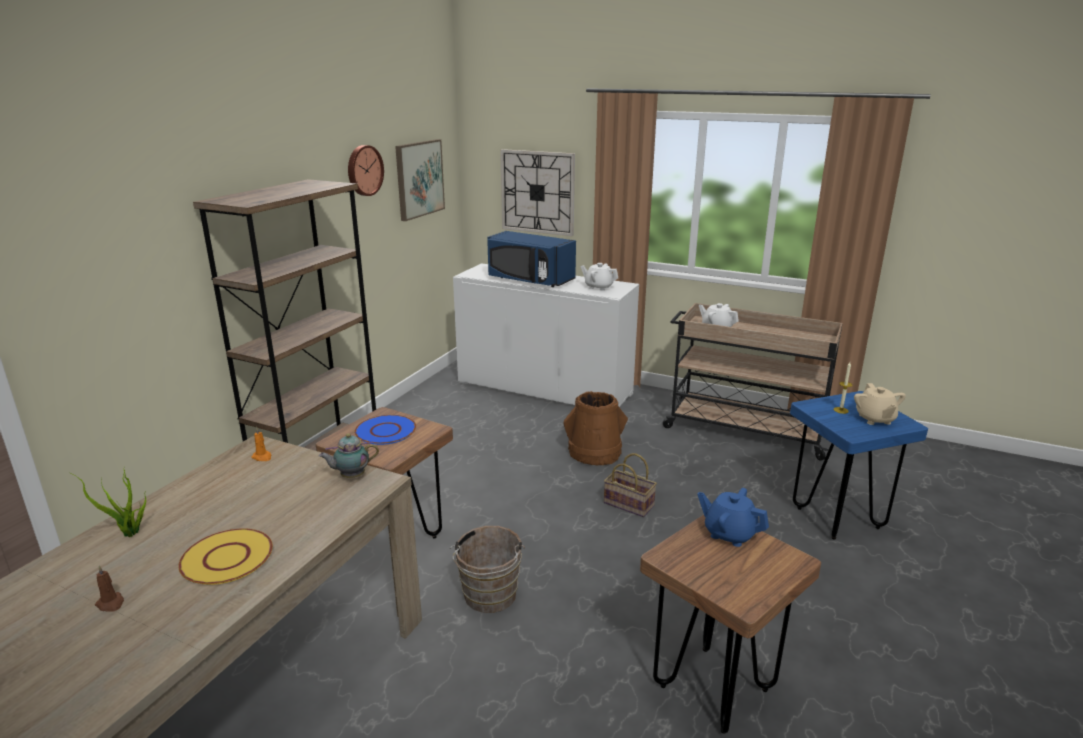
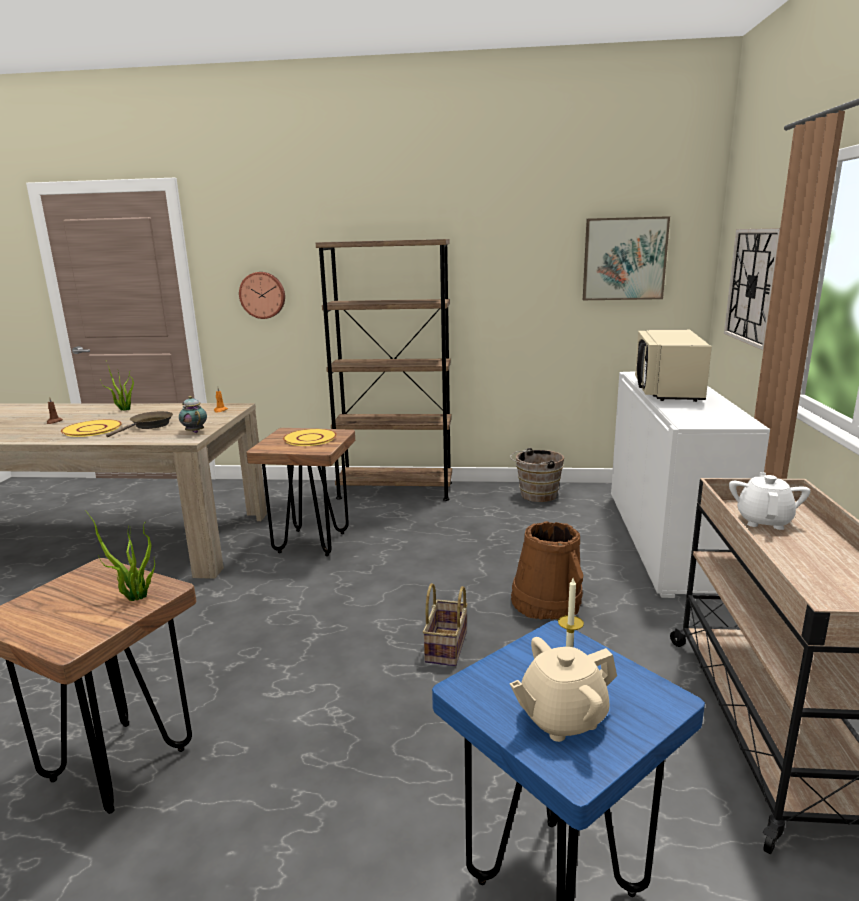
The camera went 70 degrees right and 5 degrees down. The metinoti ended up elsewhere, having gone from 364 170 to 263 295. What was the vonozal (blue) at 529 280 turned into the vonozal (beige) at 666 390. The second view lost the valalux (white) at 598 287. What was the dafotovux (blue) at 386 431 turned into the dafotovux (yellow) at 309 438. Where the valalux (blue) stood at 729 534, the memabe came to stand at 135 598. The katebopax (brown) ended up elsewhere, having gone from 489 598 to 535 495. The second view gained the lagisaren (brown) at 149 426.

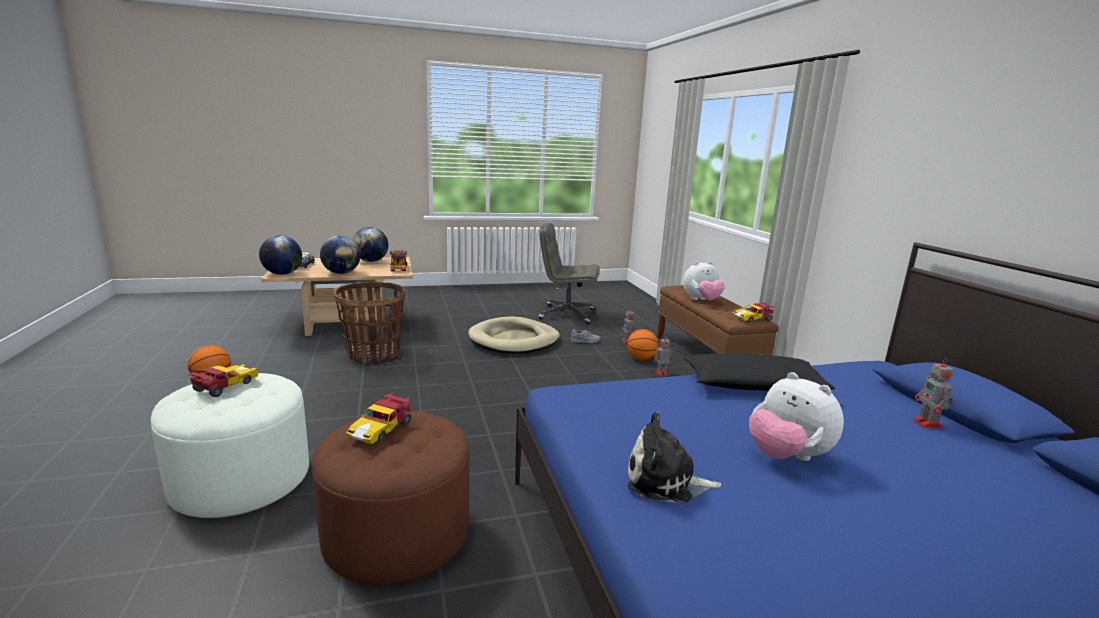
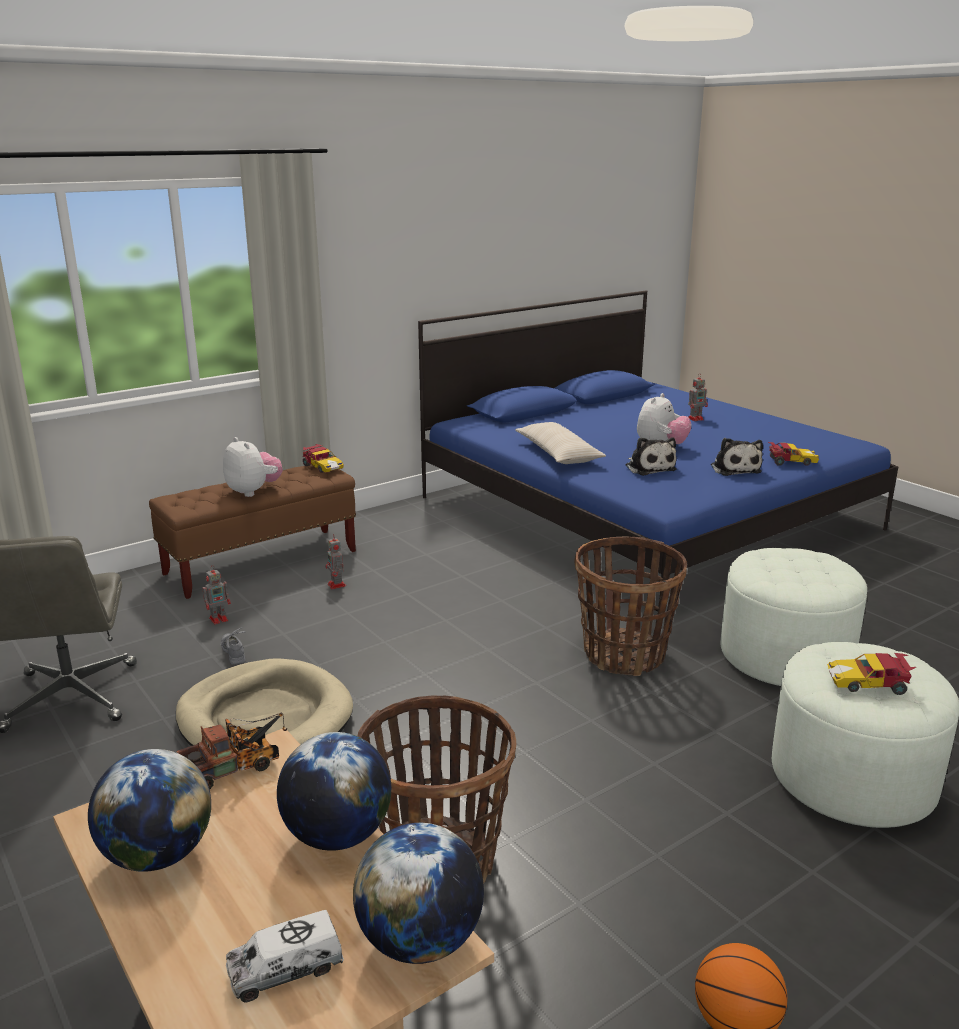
The camera went 110 degrees left and 5 degrees up. The second view lost the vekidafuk at 641 359. What was the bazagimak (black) at 753 386 turned into the bazagimak (beige) at 558 454. The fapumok ended up elsewhere, having gone from 928 424 to 696 419. The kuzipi ended up elsewhere, having gone from 381 429 to 790 462. What was the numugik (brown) at 396 533 turned into the numugik (white) at 785 656. The second view gained the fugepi at 649 468. The second view gained the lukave at 624 655.

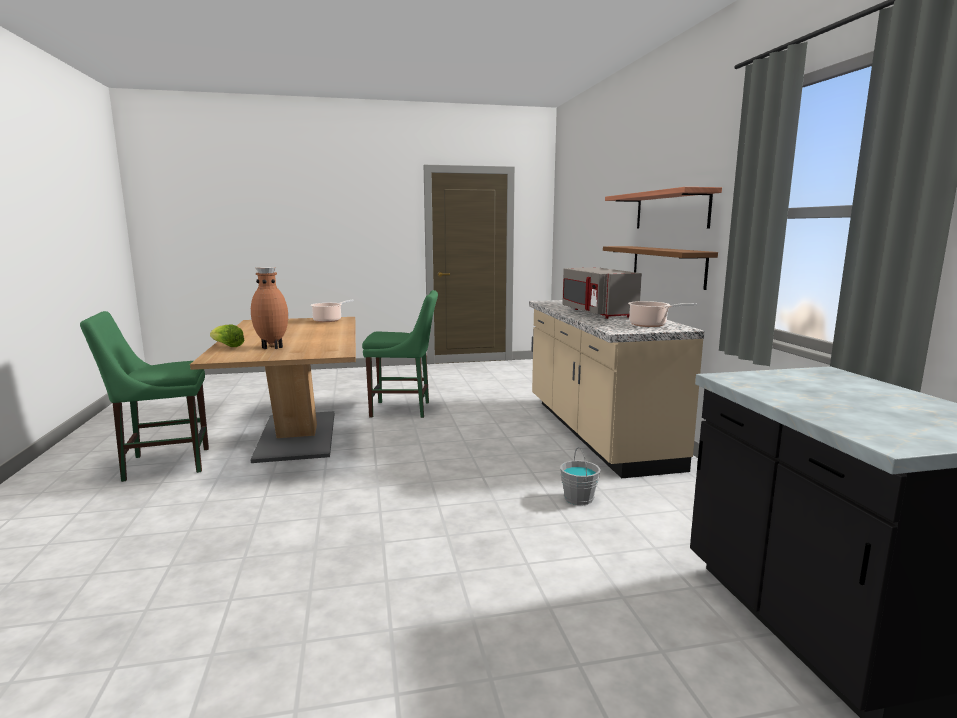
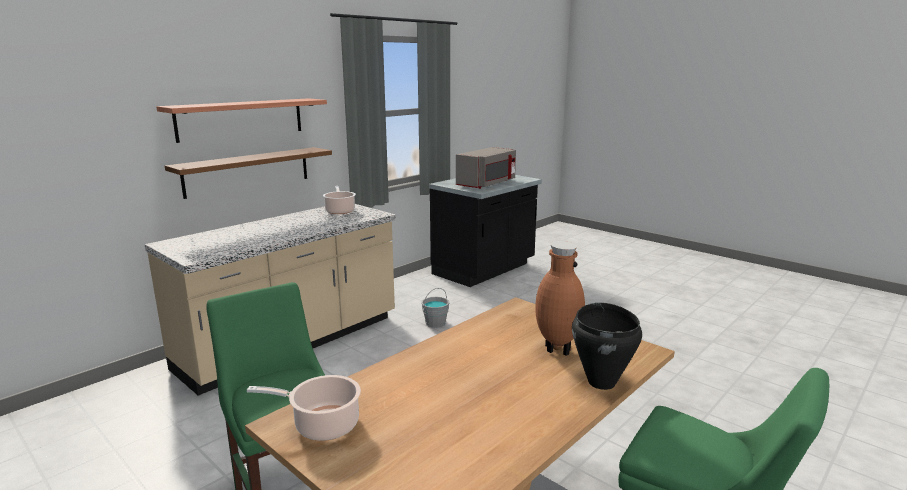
The camera went 125 degrees left and 5 degrees up. The vonozal (grey) ended up elsewhere, having gone from 596 313 to 487 184. Where the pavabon stood at 227 346, the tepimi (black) came to stand at 602 382.

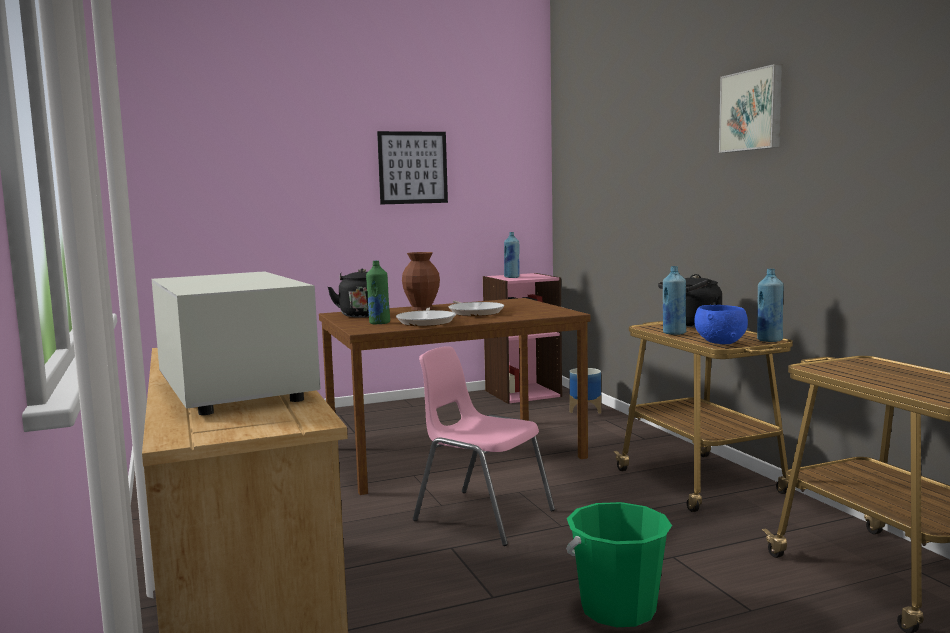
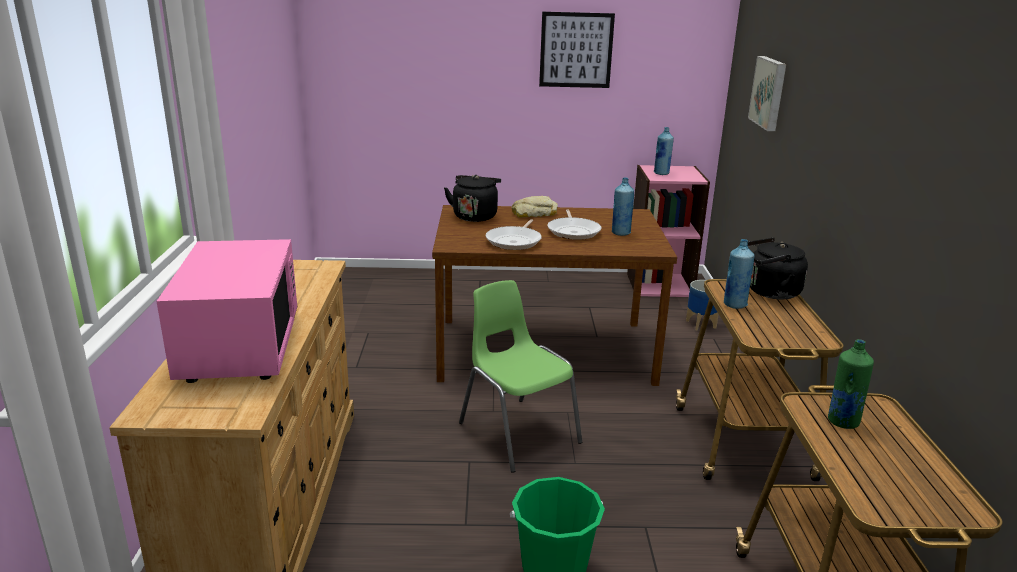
The camera went 20 degrees right and 15 degrees up. The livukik ended up elsewhere, having gone from 752 110 to 770 92. Where the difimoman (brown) stood at 421 308, the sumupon came to stand at 534 213. The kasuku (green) ended up elsewhere, having gone from 379 323 to 842 421. The kasuku (blue) ended up elsewhere, having gone from 769 340 to 620 233. What was the vonozal (white) at 233 389 turned into the vonozal (pink) at 240 347. The second view lost the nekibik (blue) at 721 342. What was the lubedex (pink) at 482 515 turned into the lubedex (green) at 517 432.

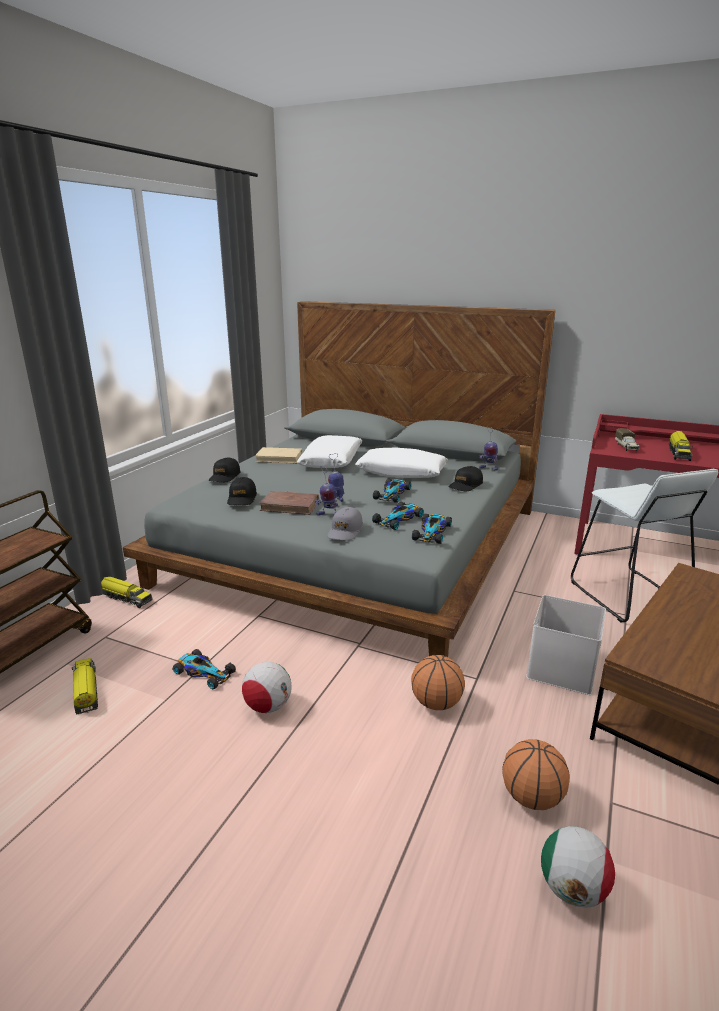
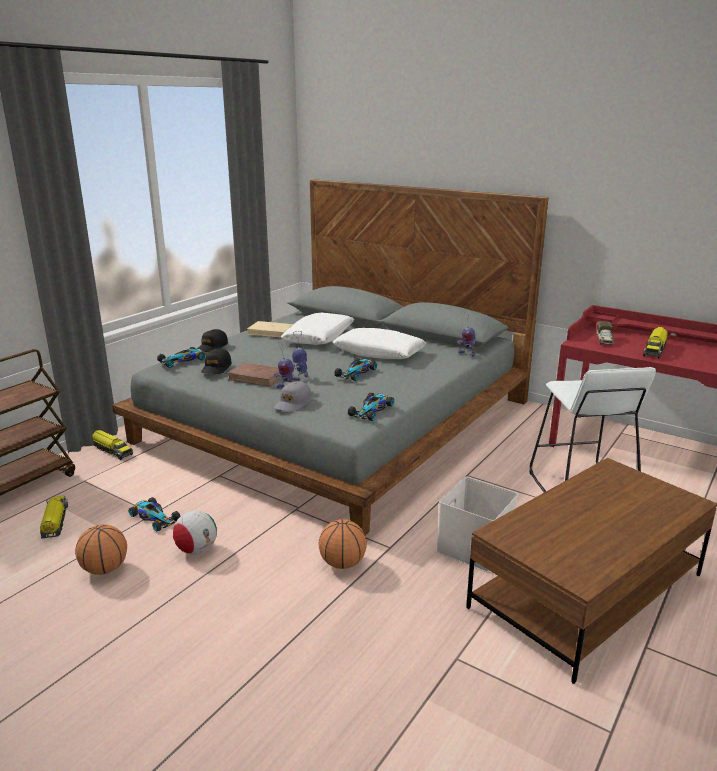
The camera went 10 degrees right and 0 degrees up. The second view lost the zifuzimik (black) at 465 485. The kuzipi ended up elsewhere, having gone from 399 519 to 182 360. The vekidafuk ended up elsewhere, having gone from 532 797 to 105 569. The second view lost the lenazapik at 572 889.

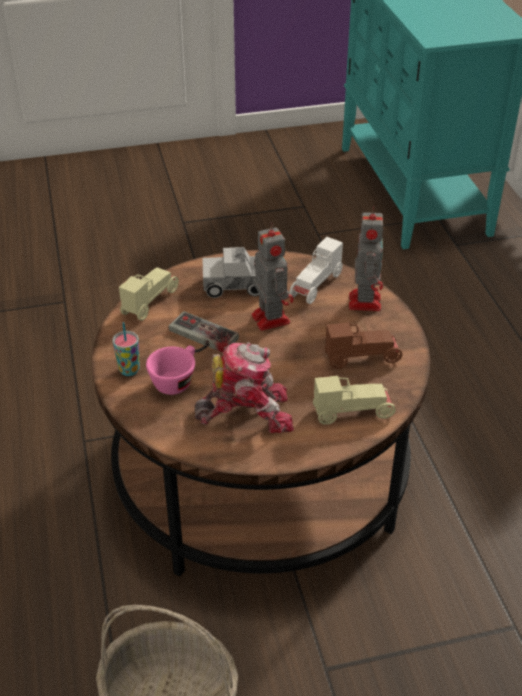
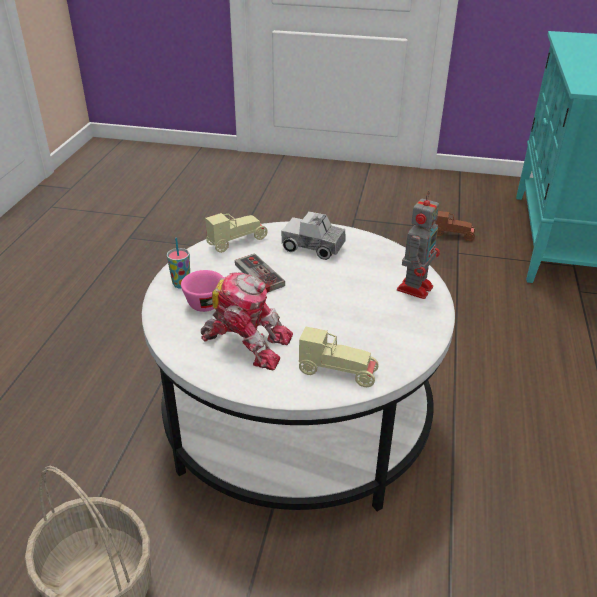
The camera went 25 degrees right and 5 degrees down. The second view lost the fapumok at 269 317. The second view lost the kuzipi (white) at 316 286. What was the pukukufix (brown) at 260 470 turned into the pukukufix (white) at 297 416. The kuzipi (brown) ended up elsewhere, having gone from 362 358 to 453 235.

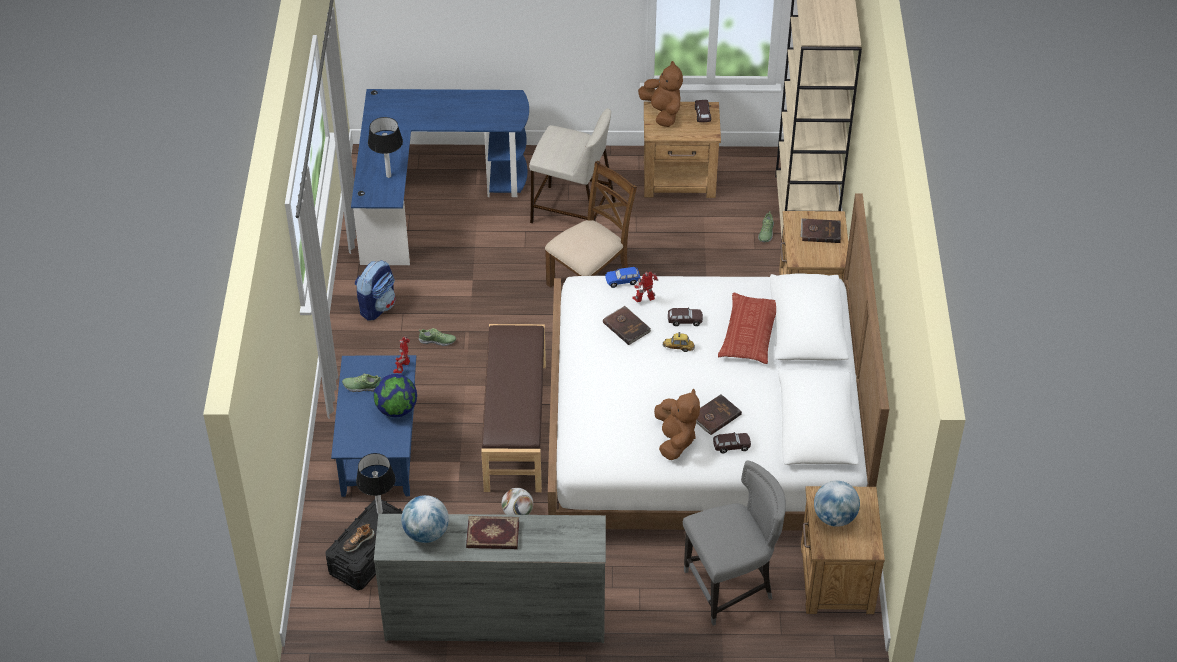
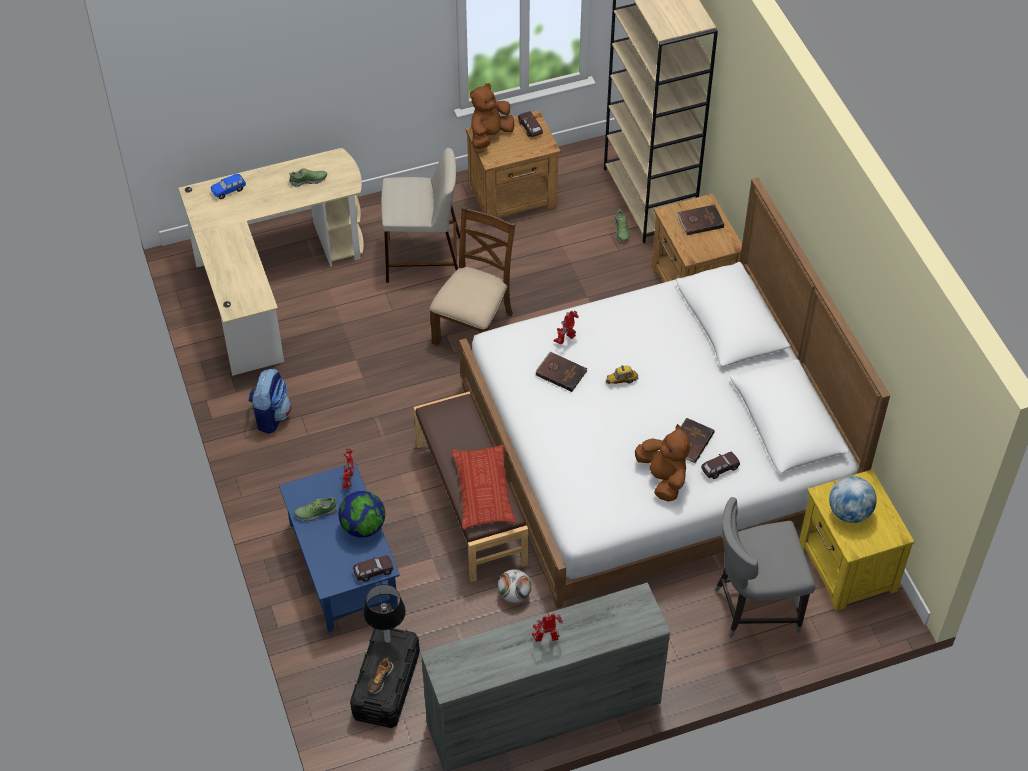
The camera went 20 degrees left and 5 degrees up. The fugepi (brown) at 662 112 ended up facing another way, 90 degrees counterclockwise from before. What was the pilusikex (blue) at 428 196 turned into the pilusikex (beige) at 269 281. The second view lost the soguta at 388 175. The kuzipi (blue) ended up elsewhere, having gone from 622 281 to 229 190. The bazagimak ended up elsewhere, having gone from 749 333 to 483 491. The kuzipi (brown) ended up elsewhere, having gone from 685 320 to 373 571. The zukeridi ended up elsewhere, having gone from 437 341 to 308 180. The lubedex (grey) at 731 587 ended up facing another way, 150 degrees counterclockwise from before. What was the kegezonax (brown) at 835 580 turned into the kegezonax (yellow) at 847 568. The second view lost the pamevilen at 426 533. Where the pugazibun stood at 492 535, the fapumok came to stand at 547 639.

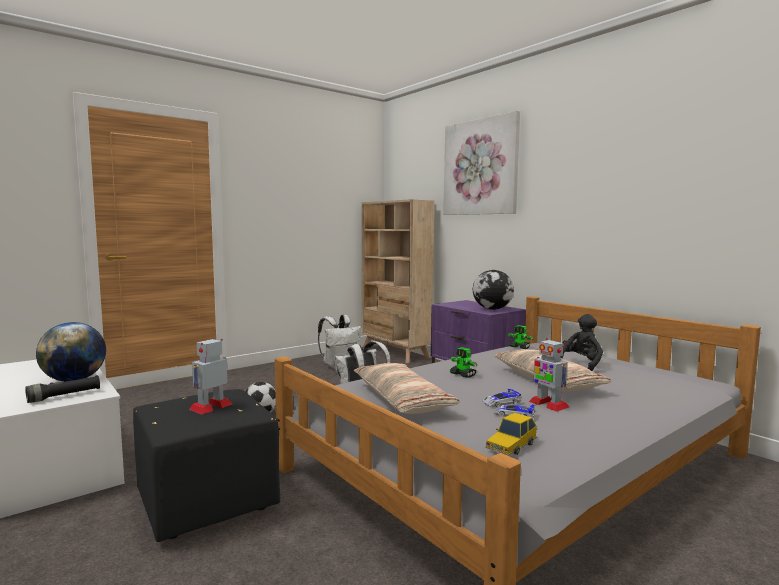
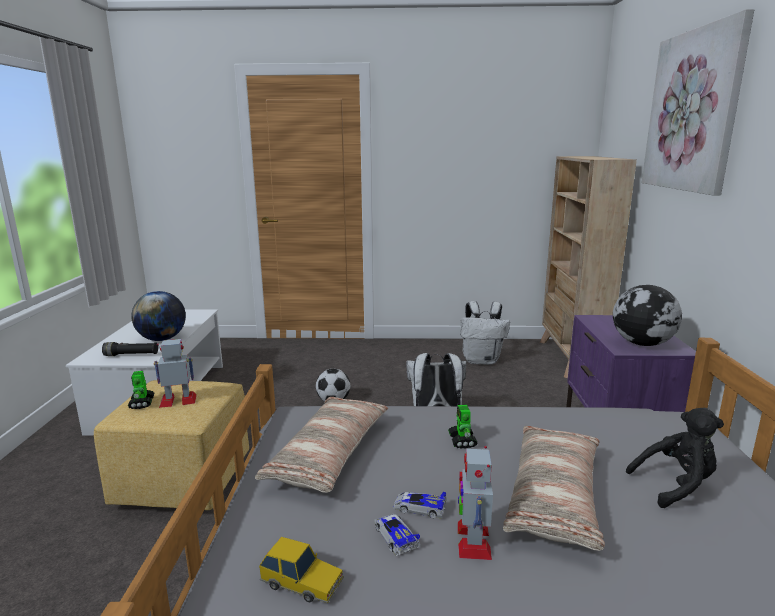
The camera went 40 degrees right and 10 degrees up. The fapumok ended up elsewhere, having gone from 520 347 to 142 403. What was the numugik (black) at 209 503 turned into the numugik (yellow) at 185 482. The kuzipi at 511 446 ended up facing another way, 150 degrees counterclockwise from before.

